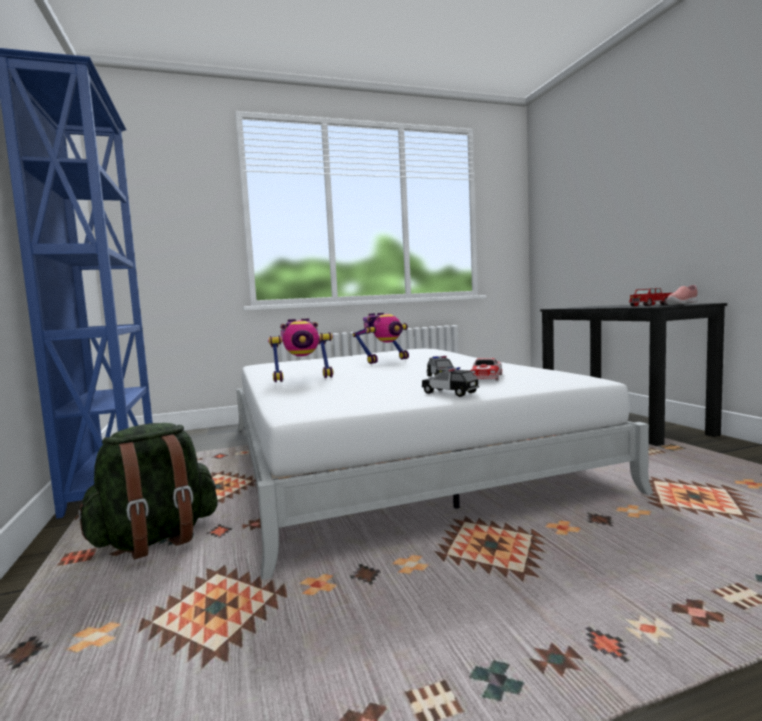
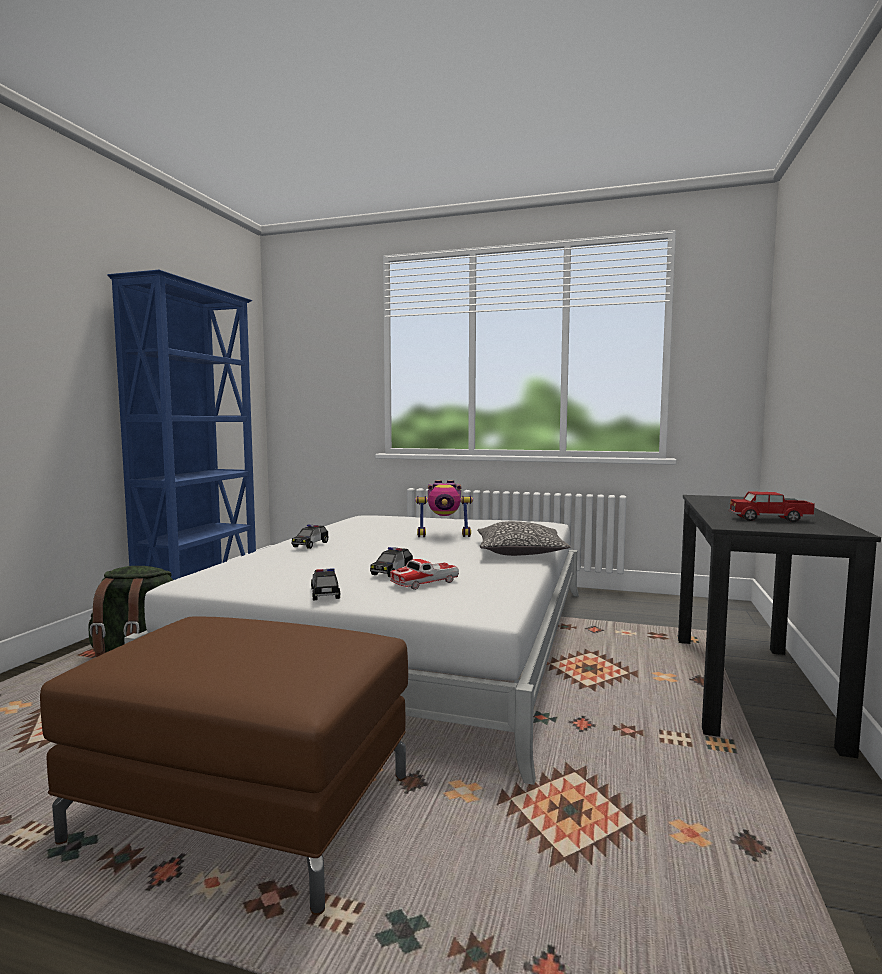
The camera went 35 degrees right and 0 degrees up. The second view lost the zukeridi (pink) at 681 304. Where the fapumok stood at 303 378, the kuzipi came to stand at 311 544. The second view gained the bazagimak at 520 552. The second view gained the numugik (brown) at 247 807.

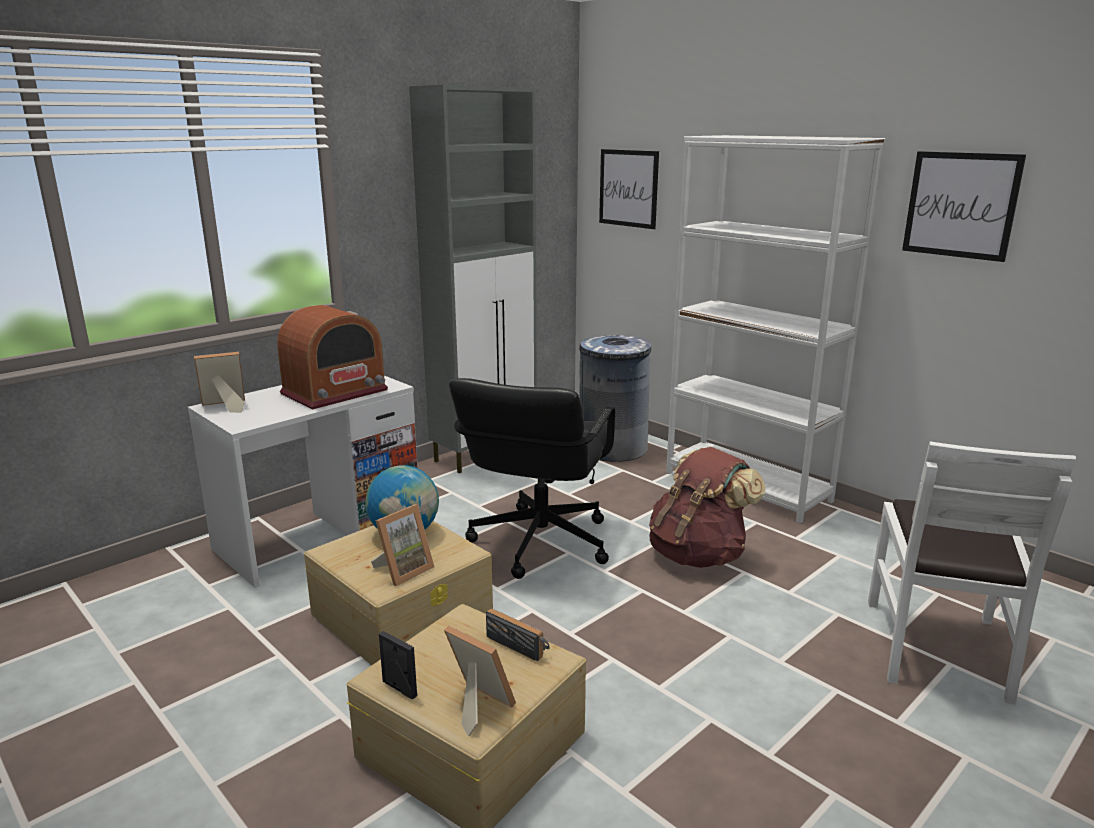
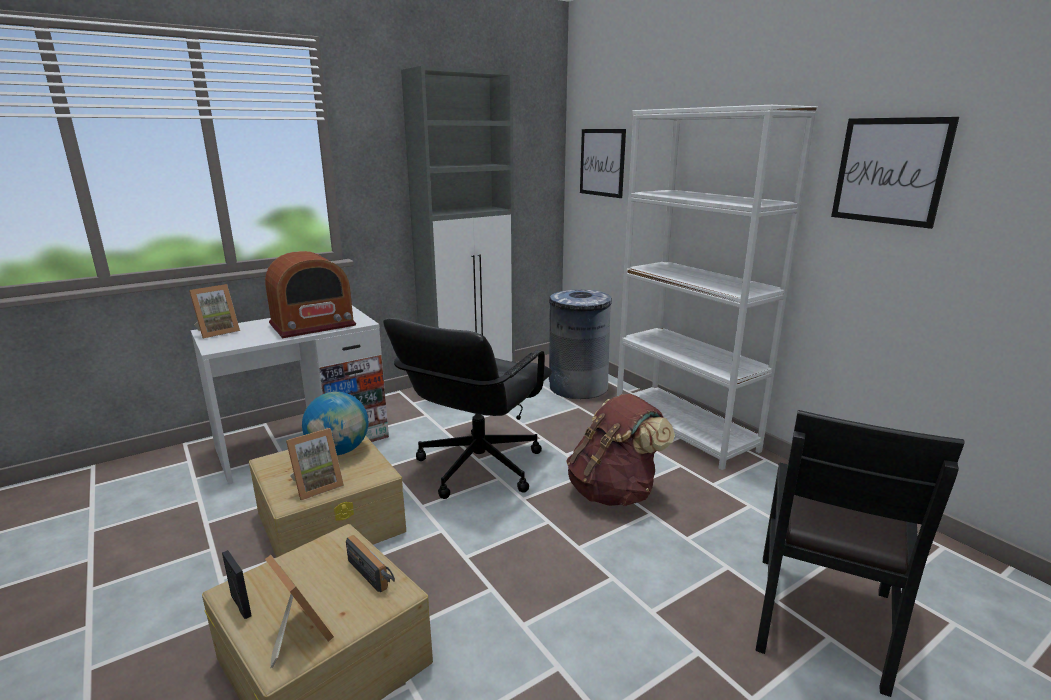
The camera went 10 degrees right and 0 degrees up. The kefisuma at 224 407 ended up facing another way, 150 degrees clockwise from before. What was the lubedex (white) at 937 648 turned into the lubedex (black) at 821 617.

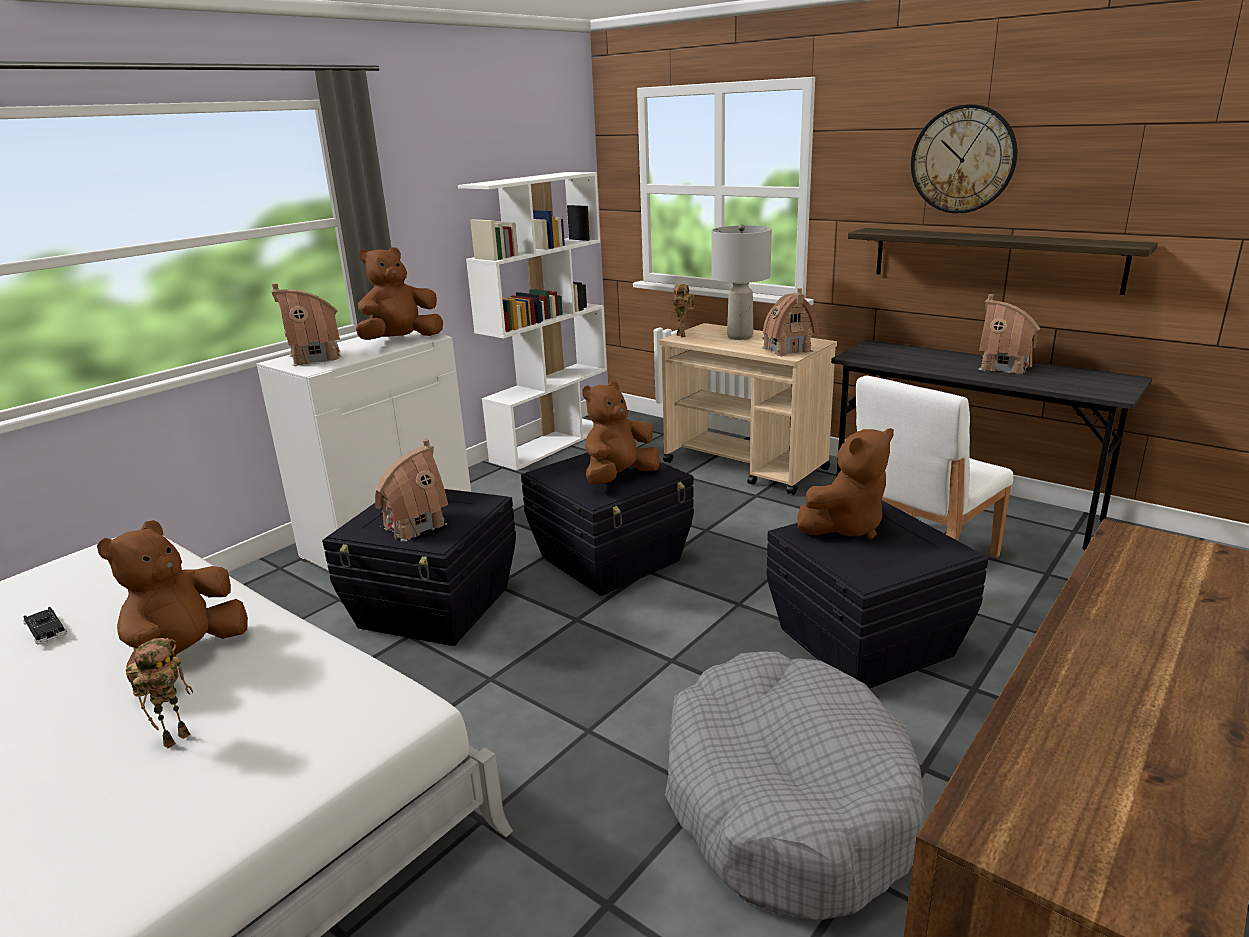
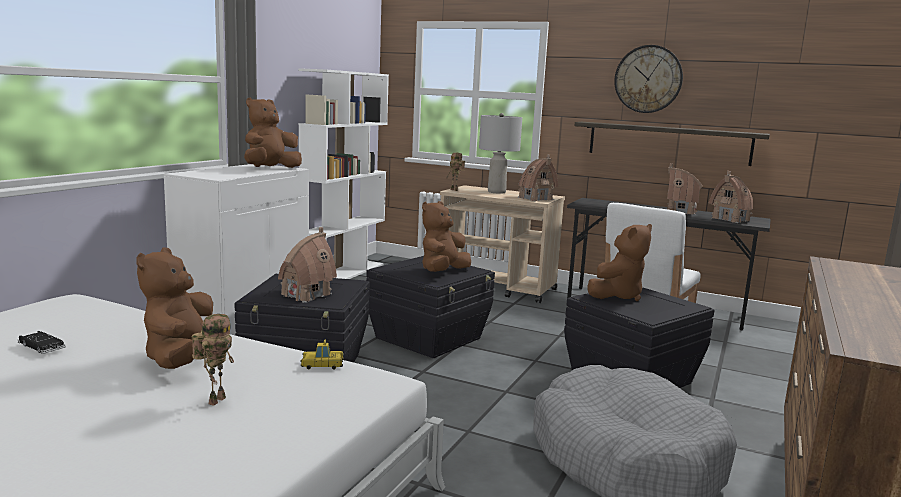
The camera went 15 degrees left and 10 degrees down. The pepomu ended up elsewhere, having gone from 314 358 to 730 219. The second view gained the kuzipi at 322 364.

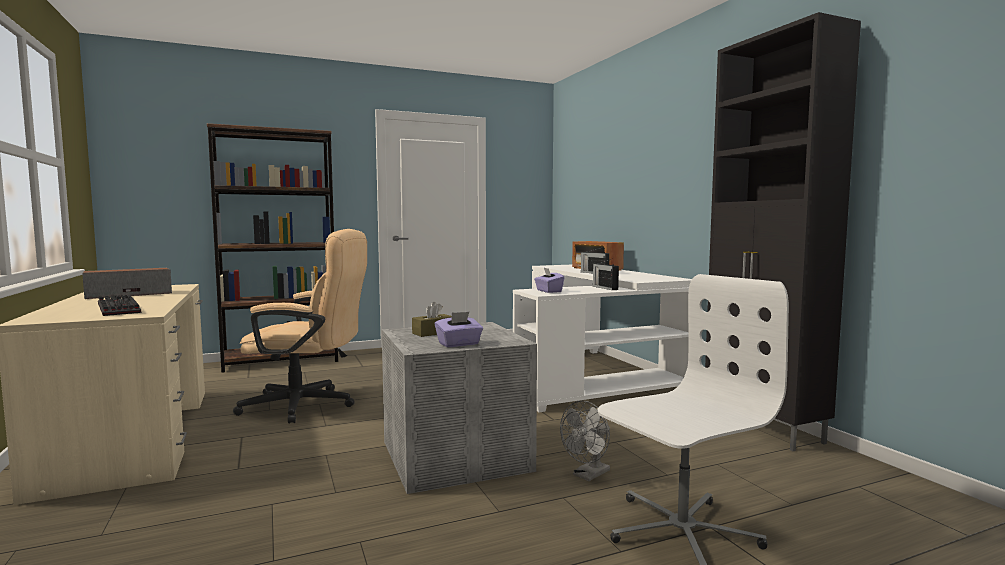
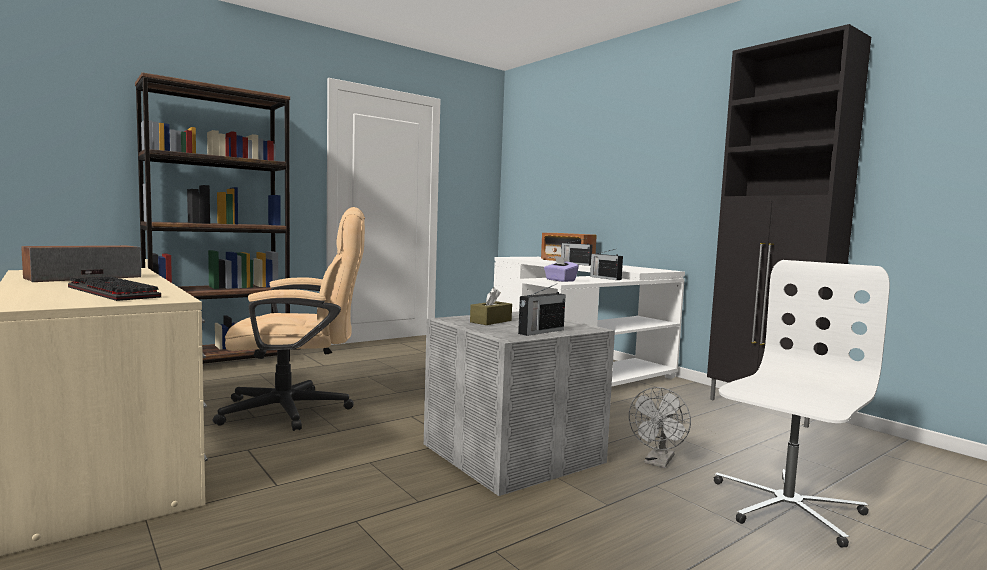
The camera went 15 degrees left and 0 degrees up. Where the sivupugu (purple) stood at 459 344, the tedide came to stand at 540 332.

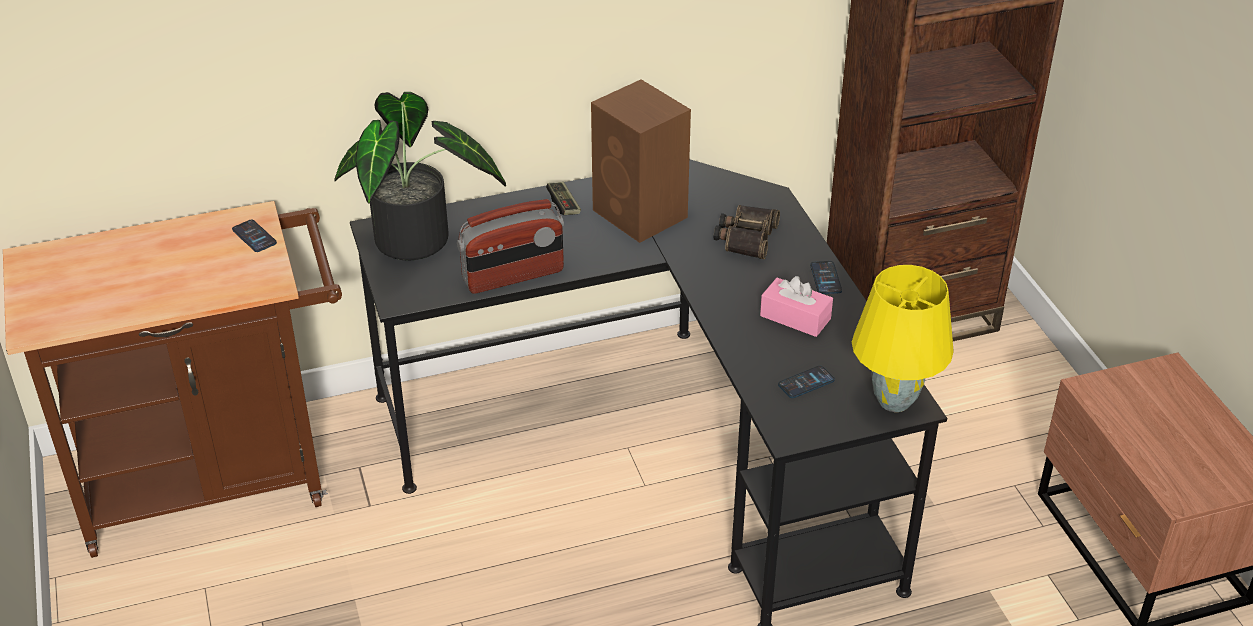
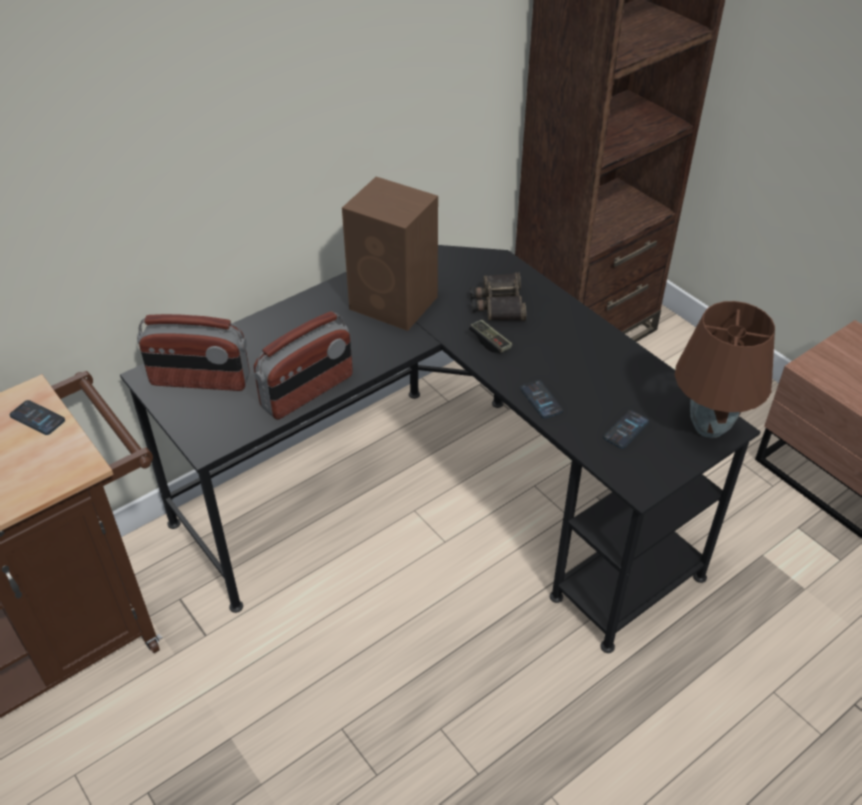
The camera went 20 degrees left and 5 degrees up. Where the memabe stood at 419 243, the tedide came to stand at 200 380. The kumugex ended up elsewhere, having gone from 563 205 to 490 342. The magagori ended up elsewhere, having gone from 825 278 to 541 400. What was the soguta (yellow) at 895 400 turned into the soguta (brown) at 709 426. The second view lost the sivupugu (pink) at 795 317.

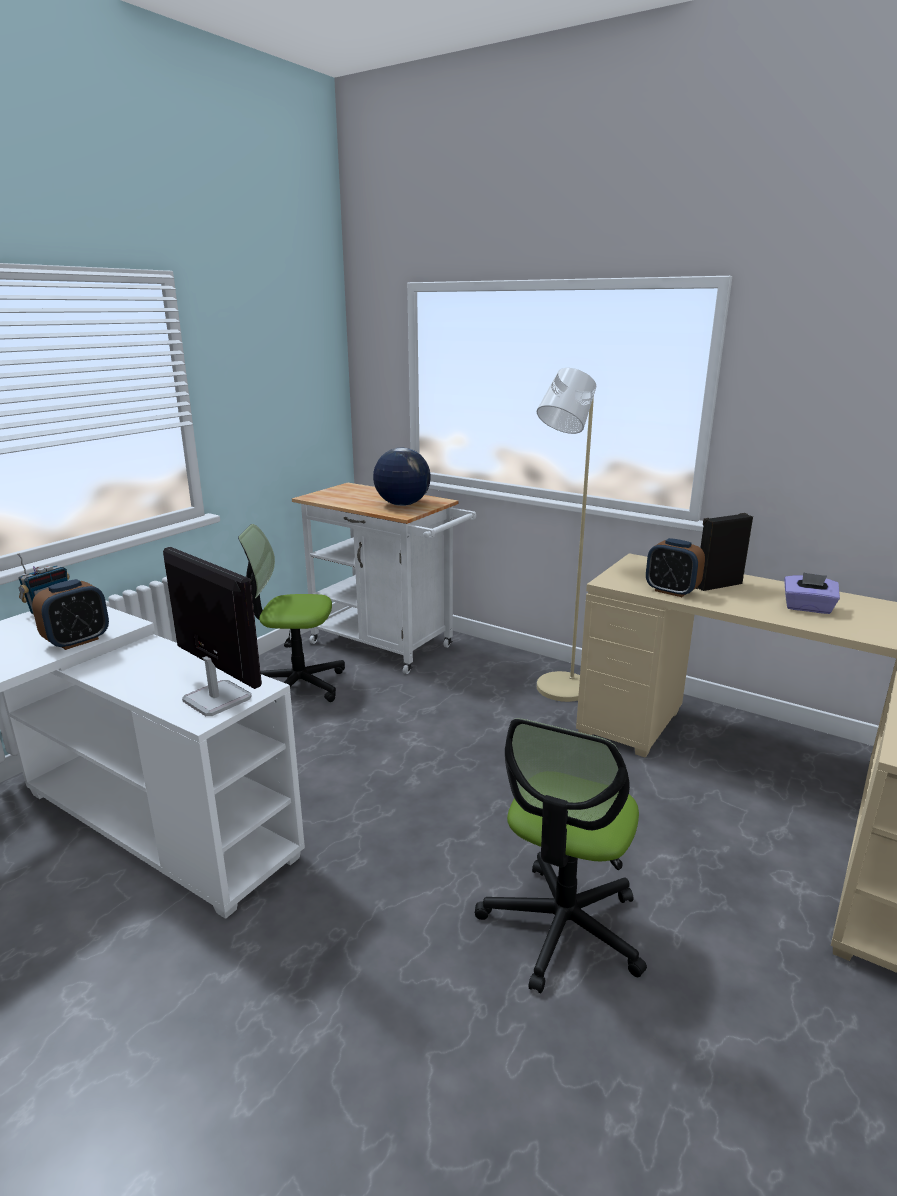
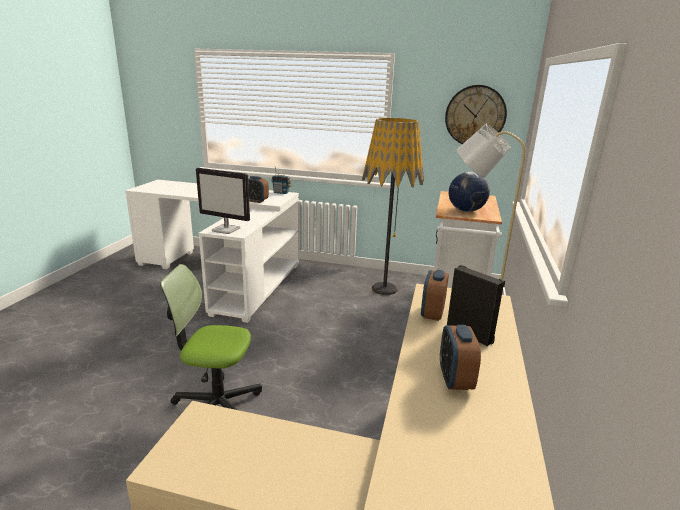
The camera went 70 degrees right and 0 degrees up. Where the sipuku stood at 297 685, the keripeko came to stand at 384 289. The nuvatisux at 216 699 ended up facing another way, 90 degrees clockwise from before. Where the sivupugu (purple) stood at 807 608, the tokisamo came to stand at 455 380. The second view gained the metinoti at 475 116.

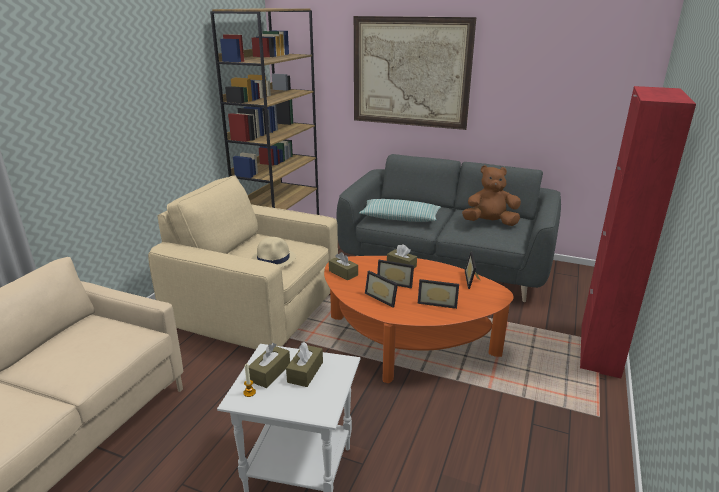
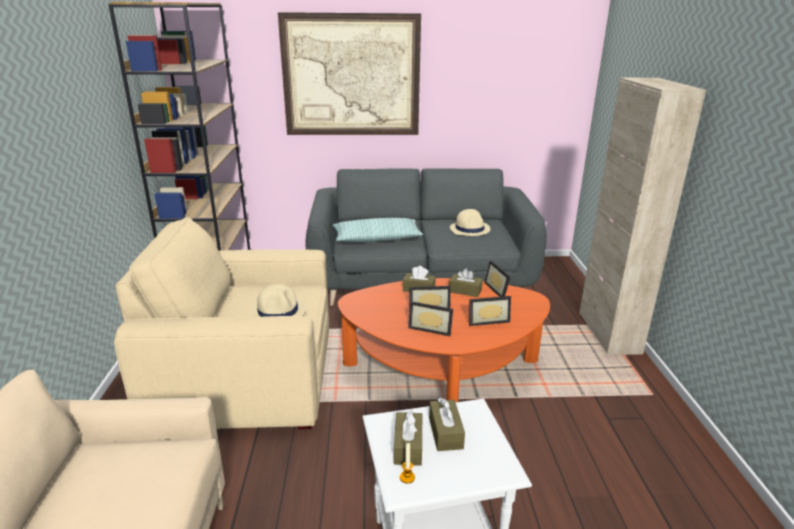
The camera went 25 degrees left and 0 degrees up. What was the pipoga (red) at 599 349 turned into the pipoga (beige) at 608 332. Where the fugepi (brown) stood at 490 223, the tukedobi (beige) came to stand at 470 229. The sivupugu (brown) ended up elsewhere, having gone from 343 273 to 465 291.

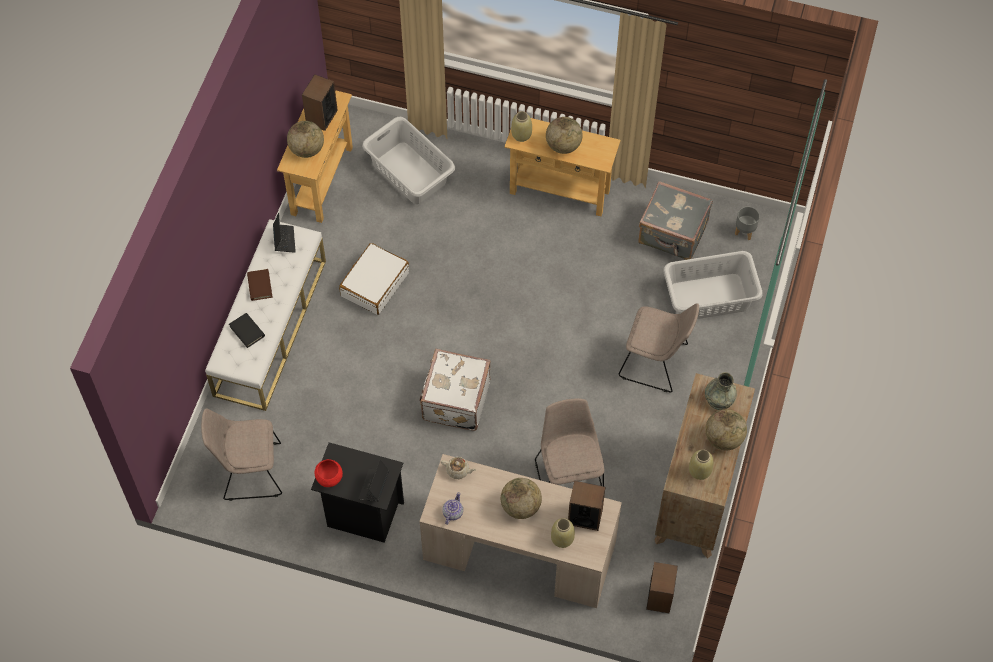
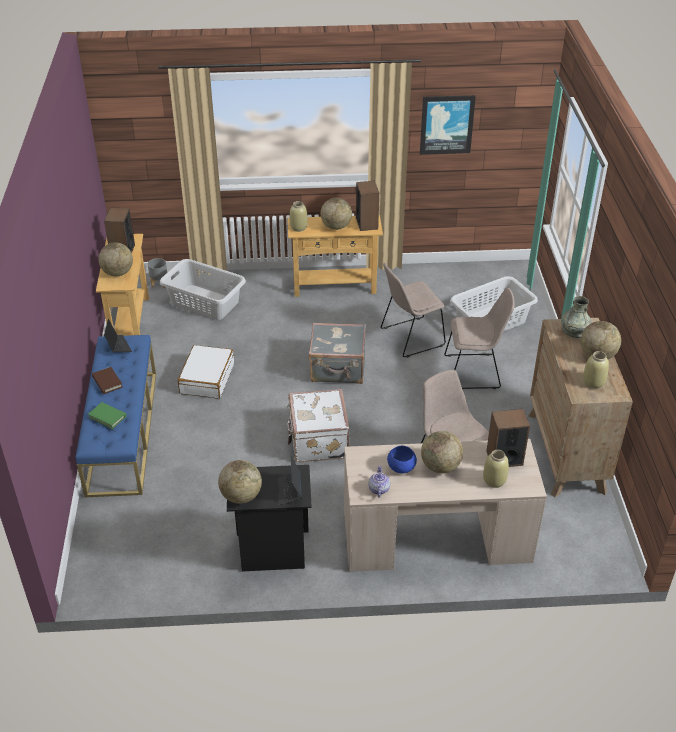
The camera went 20 degrees left and 20 degrees down. The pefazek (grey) ended up elsewhere, having gone from 673 234 to 338 369. The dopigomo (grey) ended up elsewhere, having gone from 745 231 to 159 283. What was the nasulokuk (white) at 270 327 turned into the nasulokuk (blue) at 122 431. What was the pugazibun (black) at 247 331 turned into the pugazibun (green) at 107 417. The lubedex (beige) ended up elsewhere, having gone from 249 471 to 410 338. The second view lost the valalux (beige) at 458 470. Where the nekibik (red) stood at 329 478, the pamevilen came to stand at 241 496. The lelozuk ended up elsewhere, having gone from 660 597 to 367 223. The second view gained the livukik at 446 124. The second view gained the nekibik (blue) at 401 468.

